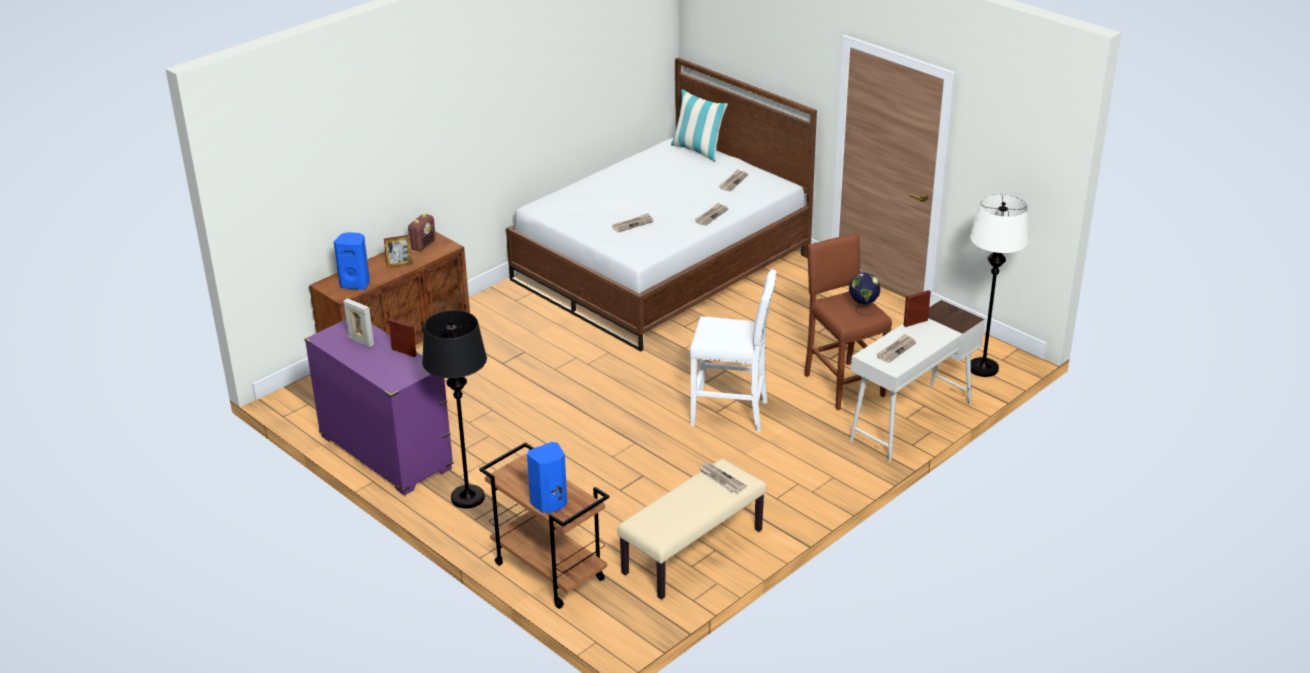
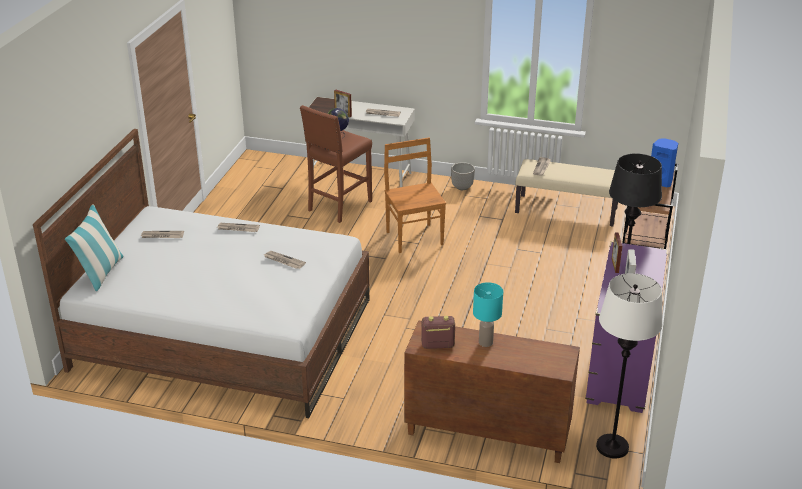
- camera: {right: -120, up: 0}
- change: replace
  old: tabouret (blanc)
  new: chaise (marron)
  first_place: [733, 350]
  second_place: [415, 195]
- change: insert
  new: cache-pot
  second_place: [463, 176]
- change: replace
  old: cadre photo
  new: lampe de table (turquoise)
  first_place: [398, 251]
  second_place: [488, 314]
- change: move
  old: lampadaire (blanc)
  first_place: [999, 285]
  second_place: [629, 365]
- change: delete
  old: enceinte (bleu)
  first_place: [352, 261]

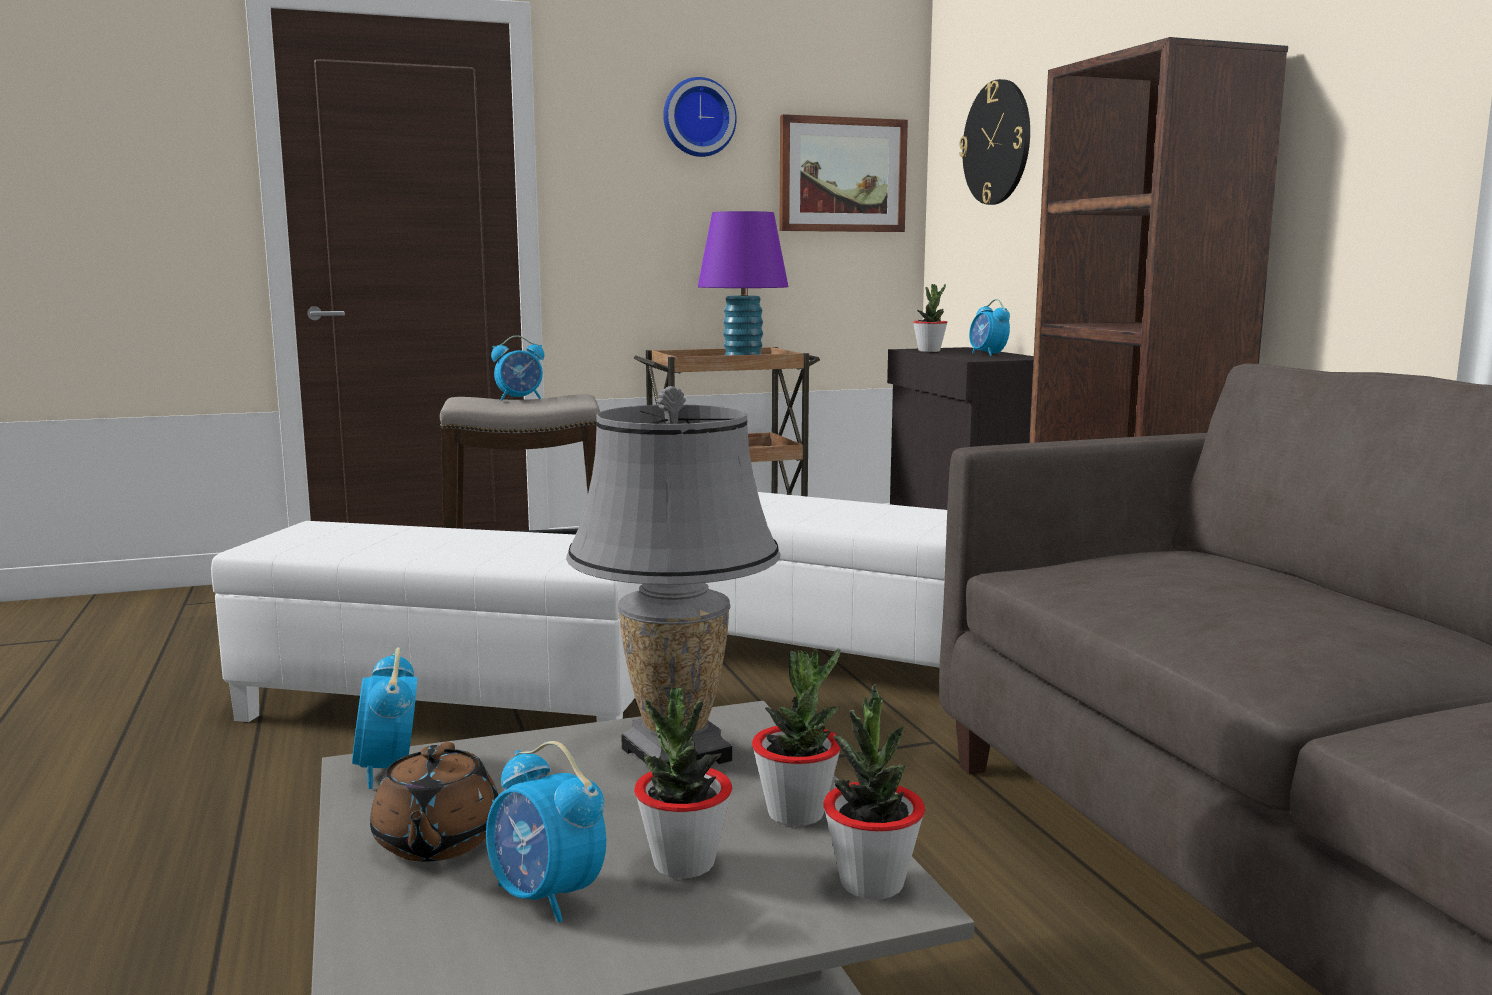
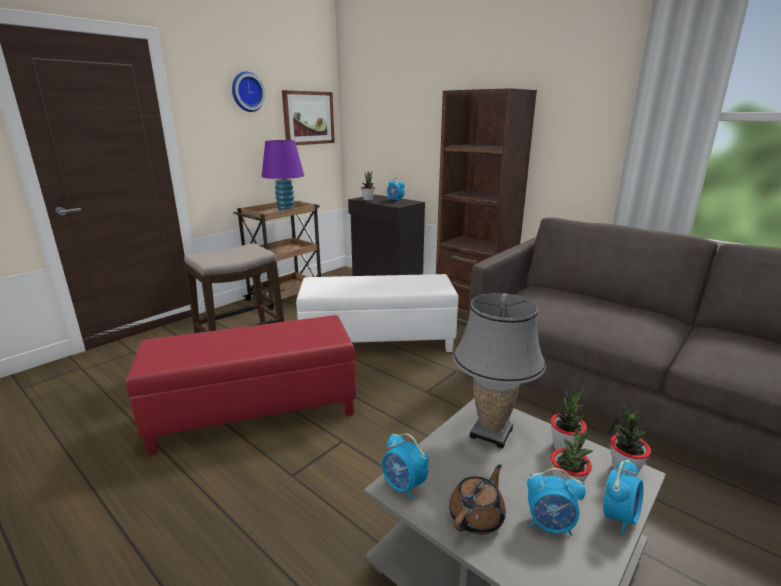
- camera: {right: -30, up: 10}
- change: recolor
  old: pouf (blanc)
  new: pouf (rouge)
  first_place: [426, 621]
  second_place: [241, 385]
- change: rotate
  old: théière (marron)
  first_place: [434, 802]
  second_place: [477, 499]
  degrees: -105
- change: move
  old: réveil
  first_place: [517, 368]
  second_place: [624, 497]
- change: delete
  old: horloge murale
  first_place: [994, 142]

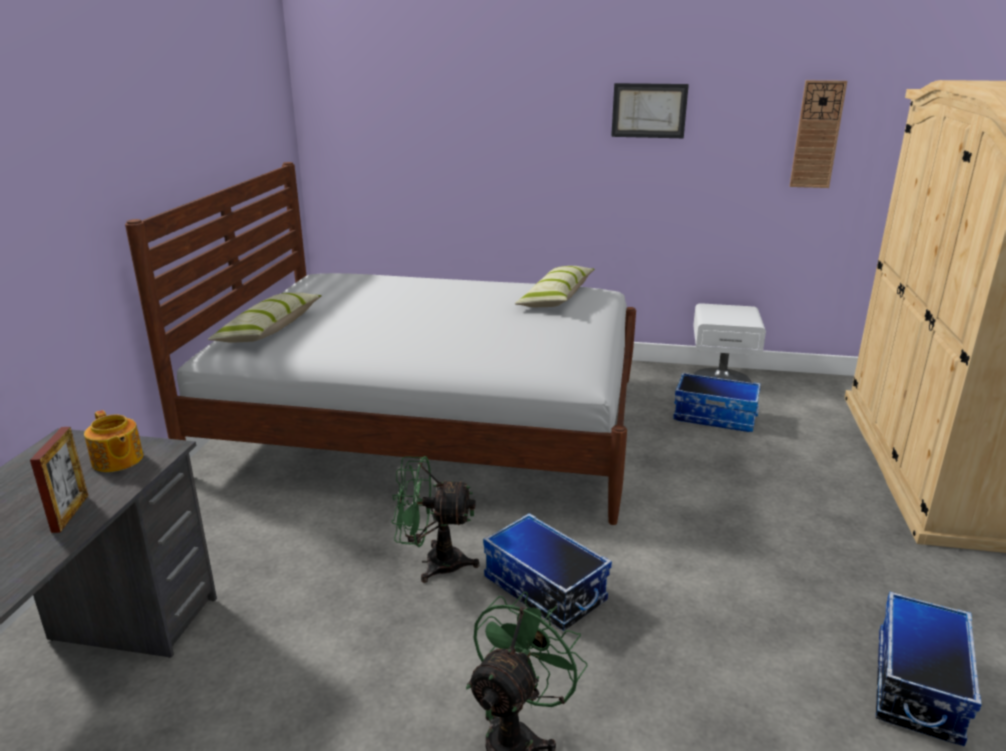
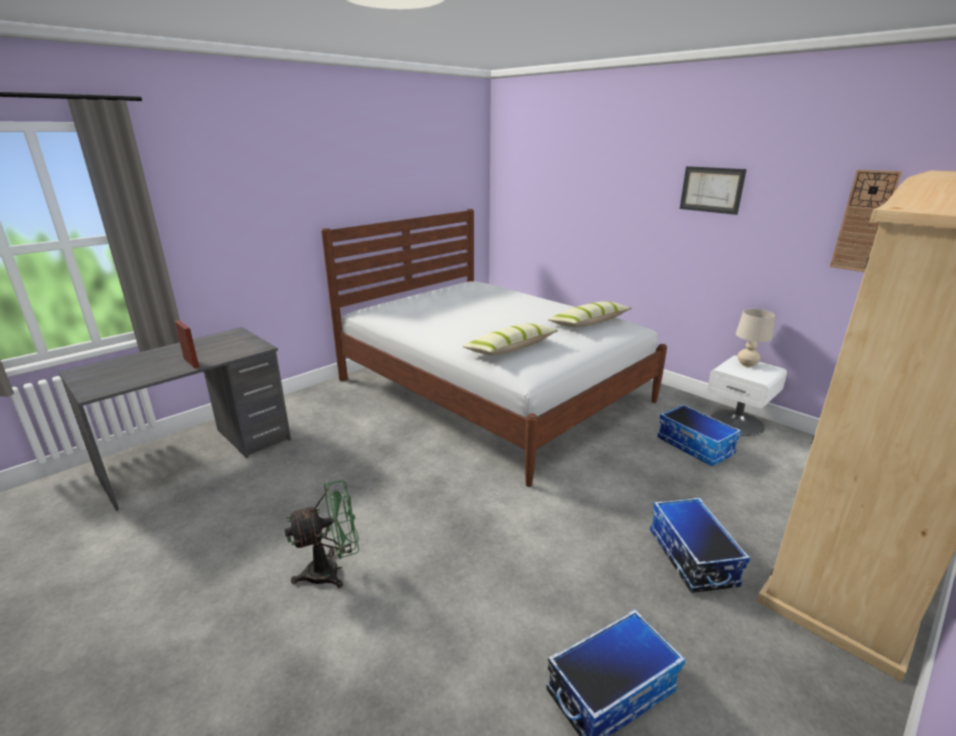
- camera: {right: 35, up: 0}
- change: rotate
  old: cadre photo
  first_place: [59, 480]
  second_place: [186, 344]
  degrees: -75
- change: move
  old: coussin
  first_place: [264, 318]
  second_place: [510, 339]
- change: move
  old: boîte de rangement
  first_place: [547, 572]
  second_place: [700, 545]
- change: insert
  new: lampe de table (beige)
  second_place: [755, 338]
- change: delete
  old: théière
  first_place: [113, 441]
- change: delete
  old: ventilateur (vert)
  first_place: [435, 519]

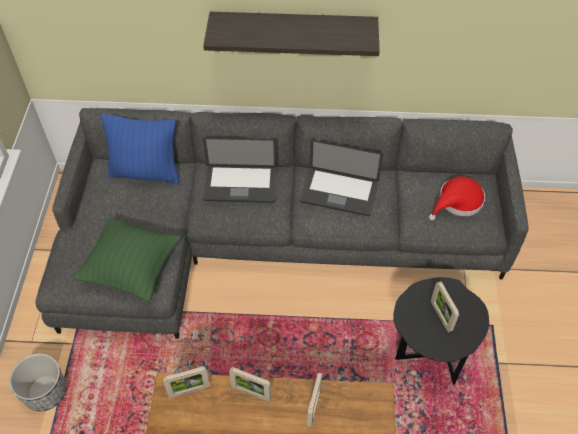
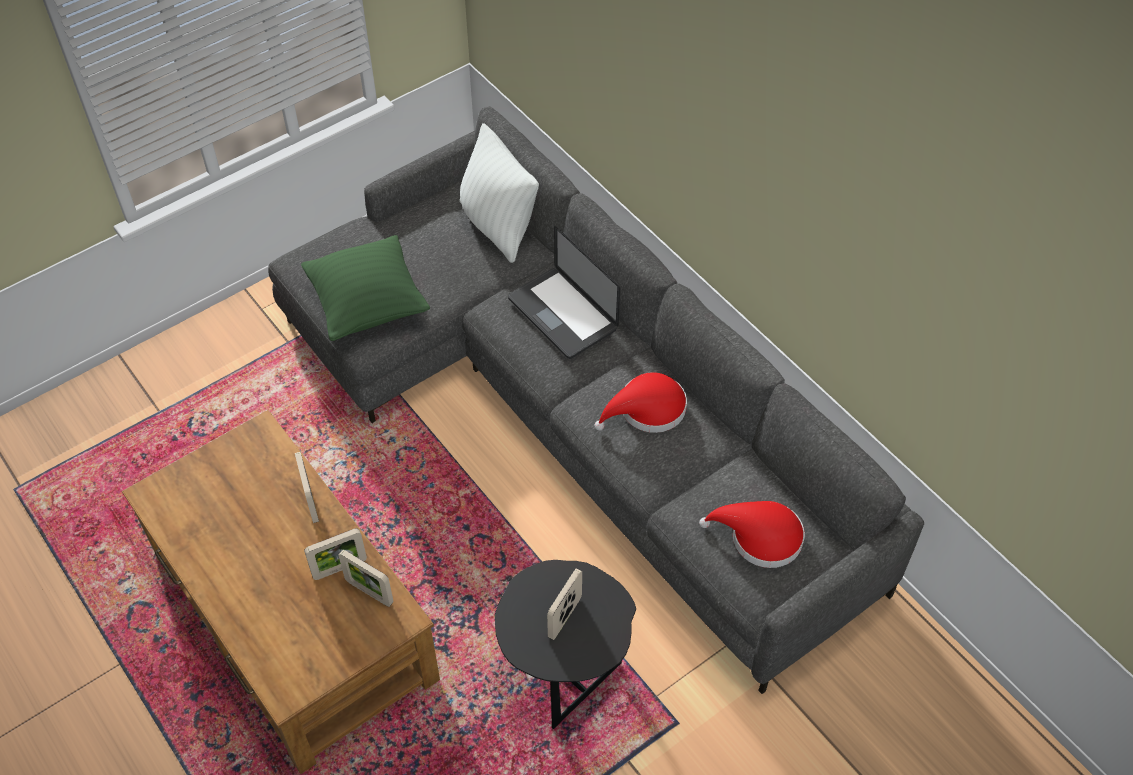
- camera: {right: 50, up: 0}
- change: move
  old: cadre photo
  first_place: [186, 382]
  second_place: [366, 578]
- change: recolor
  old: coussin (bleu)
  new: coussin (blanc)
  first_place: [140, 149]
  second_place: [499, 193]
- change: replace
  old: ordinateur portable
  new: chapeau (rouge)
  first_place: [341, 178]
  second_place: [640, 402]
- change: delete
  old: cache-pot
  first_place: [38, 382]
- change: delete
  old: étagère
  first_place: [291, 34]

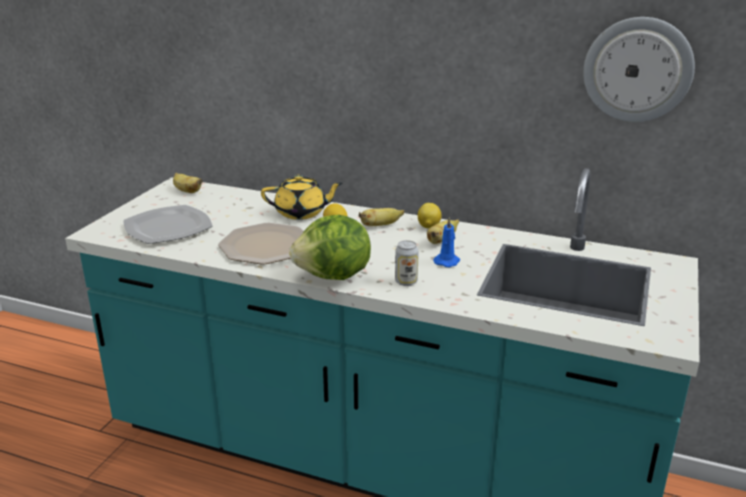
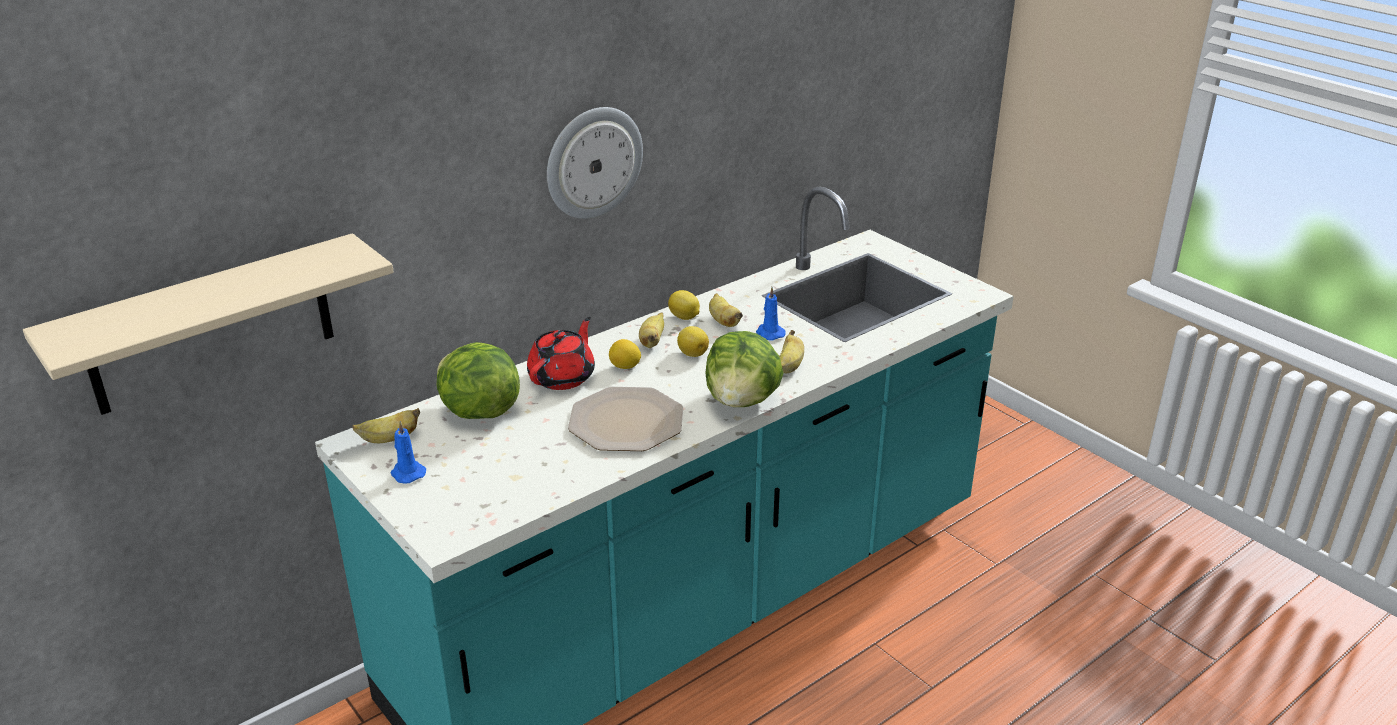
- camera: {right: -60, up: 5}
- change: insert
  new: étagère (beige)
  second_place: [208, 324]
- change: insert
  new: bougie (bleu)
  second_place: [408, 452]
- change: insert
  new: laitue
  second_place: [478, 380]
- change: recolor
  old: théière (jaune)
  new: théière (rouge)
  first_place: [302, 197]
  second_place: [561, 353]
- change: move
  old: horloge murale
  first_place: [639, 69]
  second_place: [595, 163]
- change: insert
  new: citron
  second_place: [693, 341]
- change: replace
  old: boîte métallique
  new: banane
  first_place: [407, 263]
  second_place: [791, 351]
- change: delete
  old: assiette
  first_place: [168, 224]

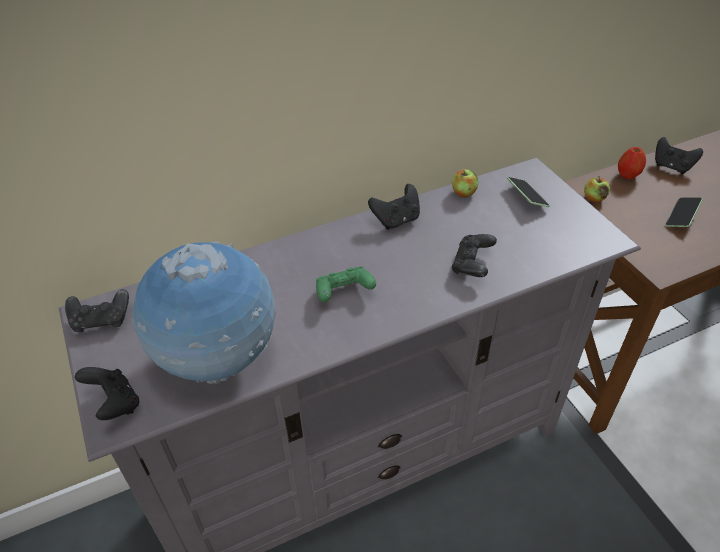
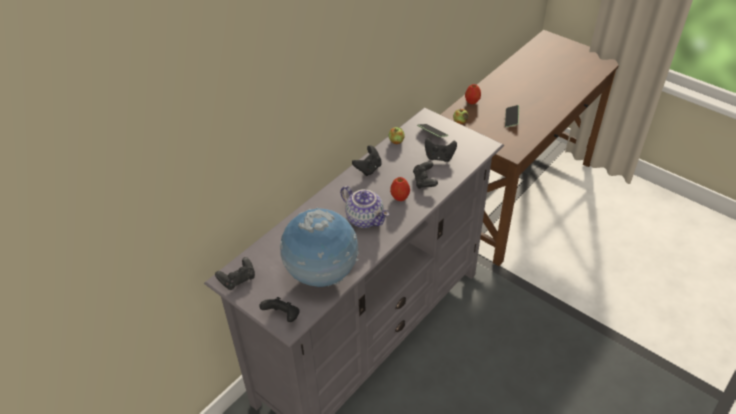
- camera: {right: -25, up: 0}
- change: replace
  old: manette (vert)
  new: théière
  first_place: [346, 284]
  second_place: [364, 207]
- change: insert
  new: pomme
  second_place: [400, 189]
- change: move
  old: manette (noir)
  first_place: [679, 155]
  second_place: [441, 150]

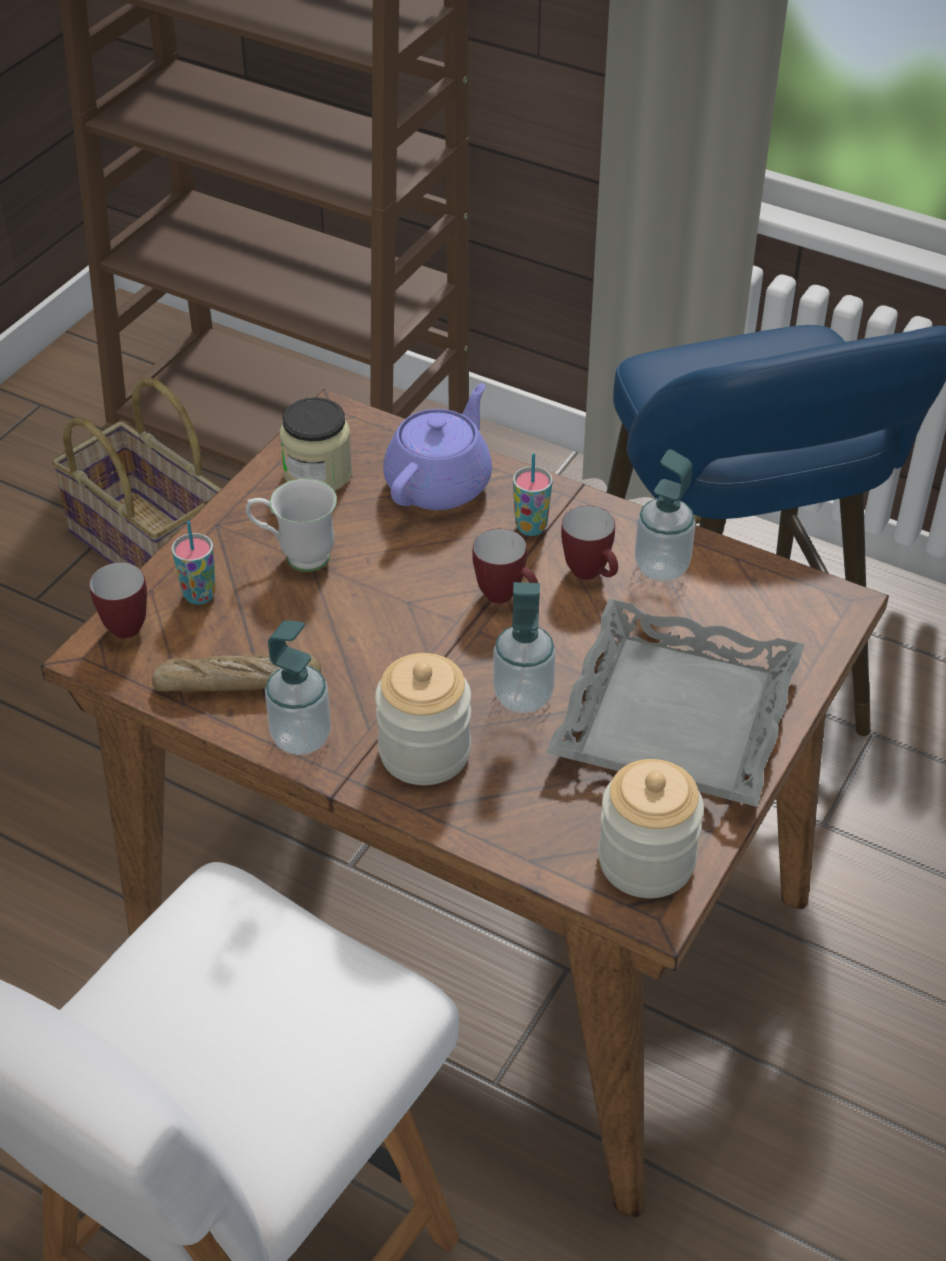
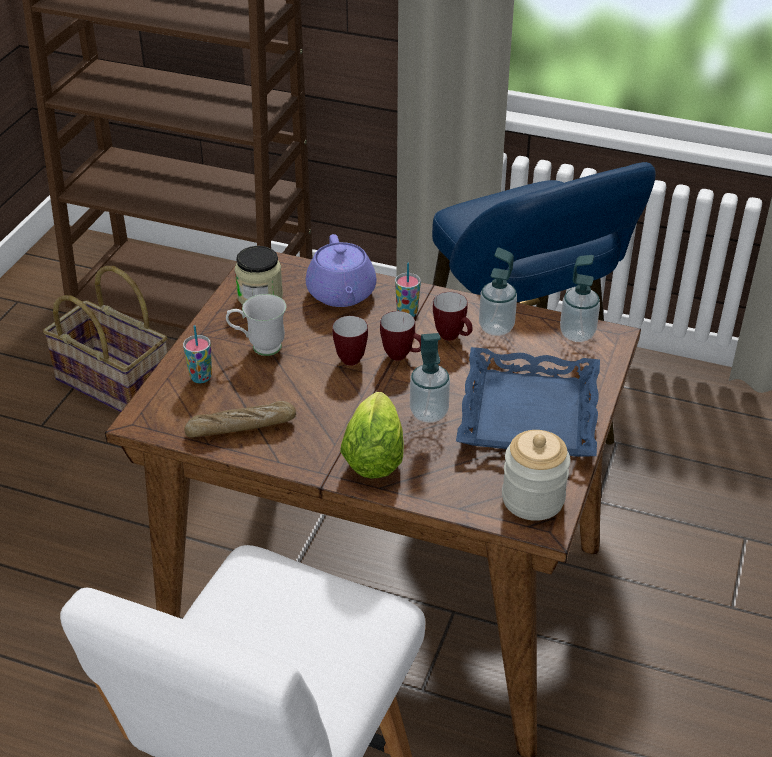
- camera: {right: -10, up: -5}
- change: rotate
  old: théière (violet)
  first_place: [437, 446]
  second_place: [341, 270]
  degrees: 150
- change: move
  old: mug
  first_place: [118, 600]
  second_place: [350, 341]
- change: replace
  old: bocal
  new: laitue
  first_place: [423, 719]
  second_place: [372, 435]
- change: recolor
  old: plateau (gris)
  new: plateau (bleu)
  first_place: [675, 702]
  second_place: [528, 402]
- change: move
  old: distributeur de savon
  first_place: [298, 687]
  second_place: [580, 298]

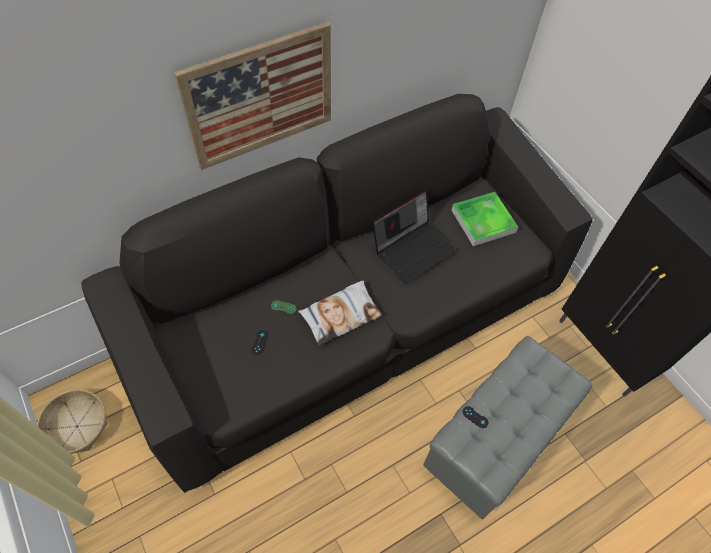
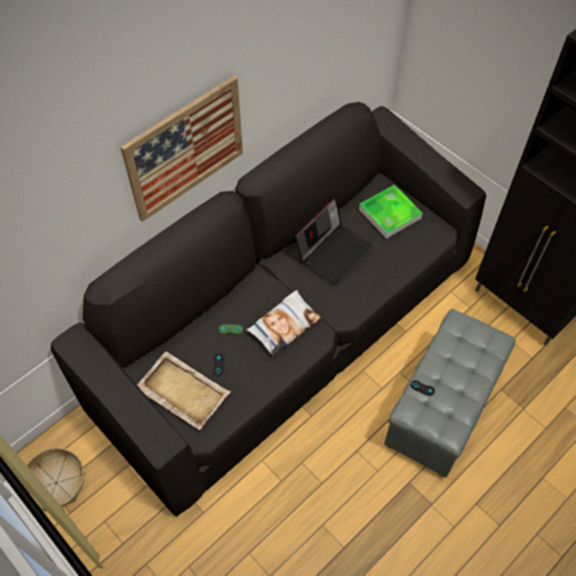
- camera: {right: -10, up: 0}
- change: insert
  new: plateau (beige)
  second_place: [183, 390]

